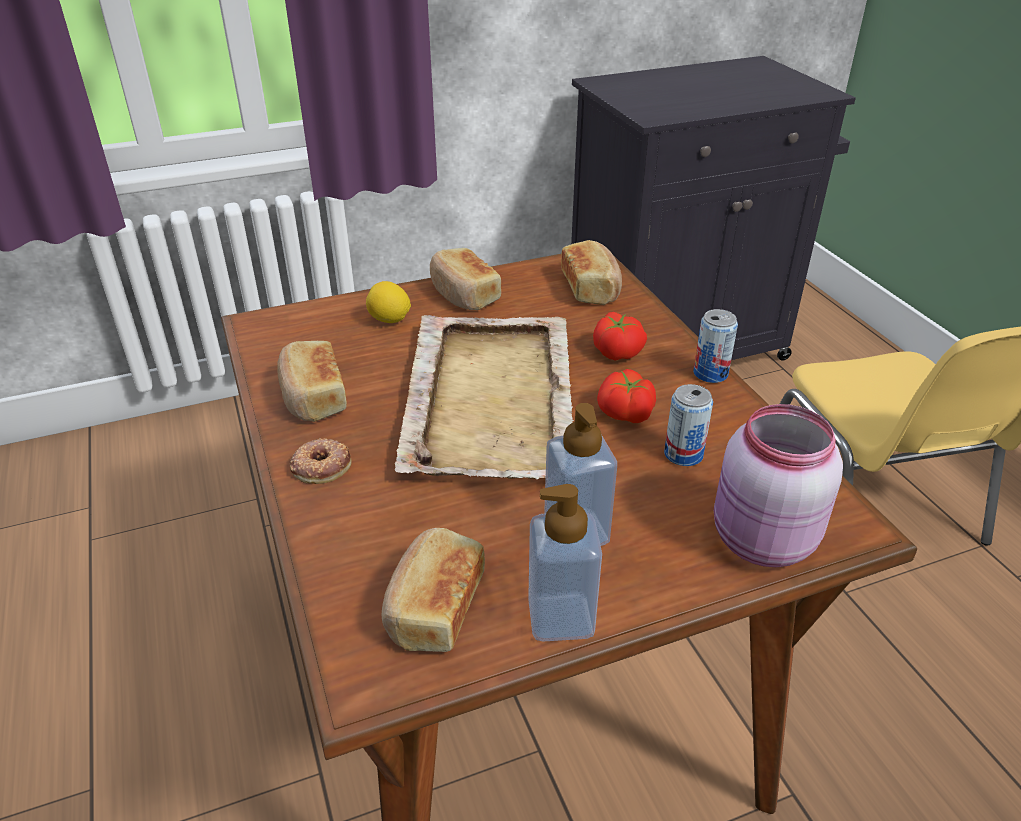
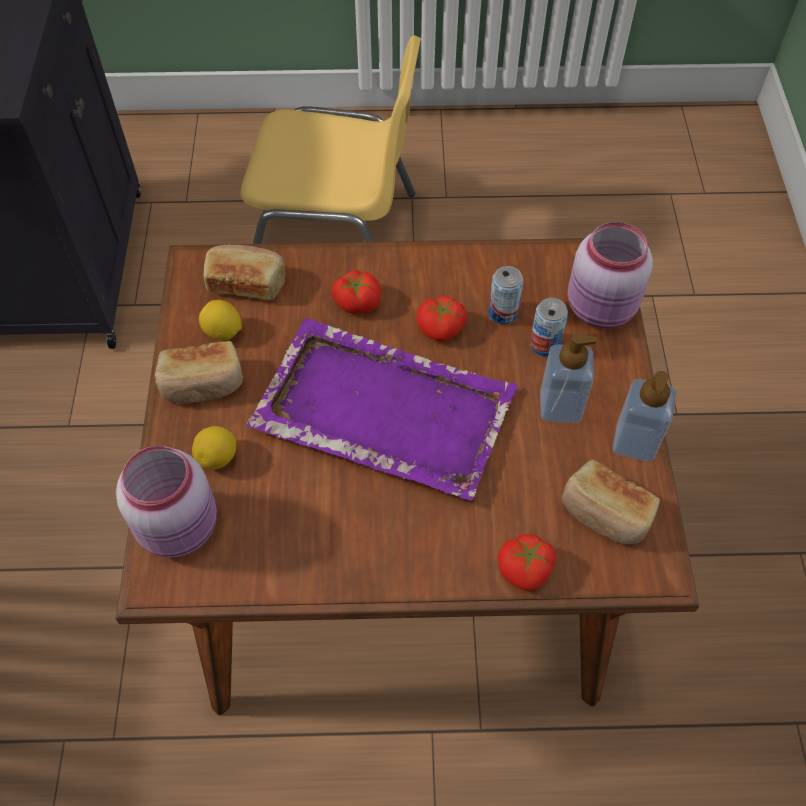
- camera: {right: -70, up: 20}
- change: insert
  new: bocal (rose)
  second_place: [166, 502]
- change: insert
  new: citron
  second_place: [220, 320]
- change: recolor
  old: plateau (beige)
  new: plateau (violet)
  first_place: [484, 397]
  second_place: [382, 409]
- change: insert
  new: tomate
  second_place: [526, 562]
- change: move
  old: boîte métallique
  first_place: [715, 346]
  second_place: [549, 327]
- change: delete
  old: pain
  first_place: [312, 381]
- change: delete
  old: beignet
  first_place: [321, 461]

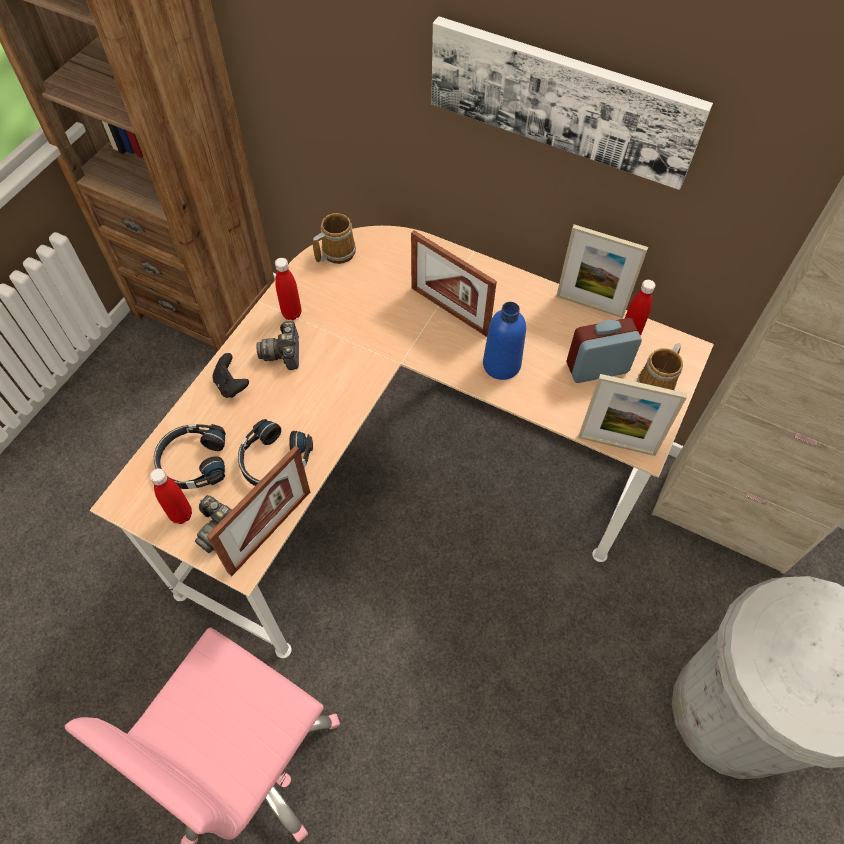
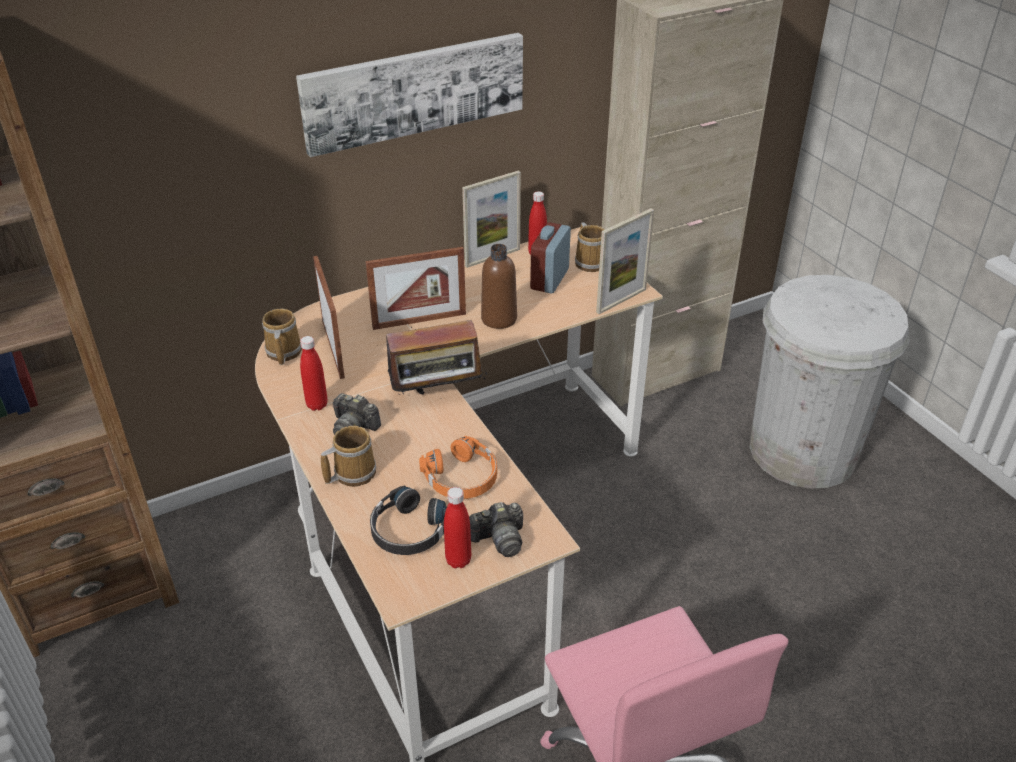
- camera: {right: -55, up: -20}
- change: move
  old: cadre photo
  first_place: [258, 511]
  second_place: [329, 317]
- change: replace
  old: manette (noir)
  new: mug
  first_place: [231, 375]
  second_place: [348, 456]
- change: insert
  new: radio
  second_place: [436, 355]
- change: recolor
  old: casque audio (noir)
  new: casque audio (orange)
  first_place: [275, 452]
  second_place: [458, 467]
- change: recolor
  old: bouteille (bleu)
  new: bouteille (marron)
  first_place: [504, 341]
  second_place: [499, 286]

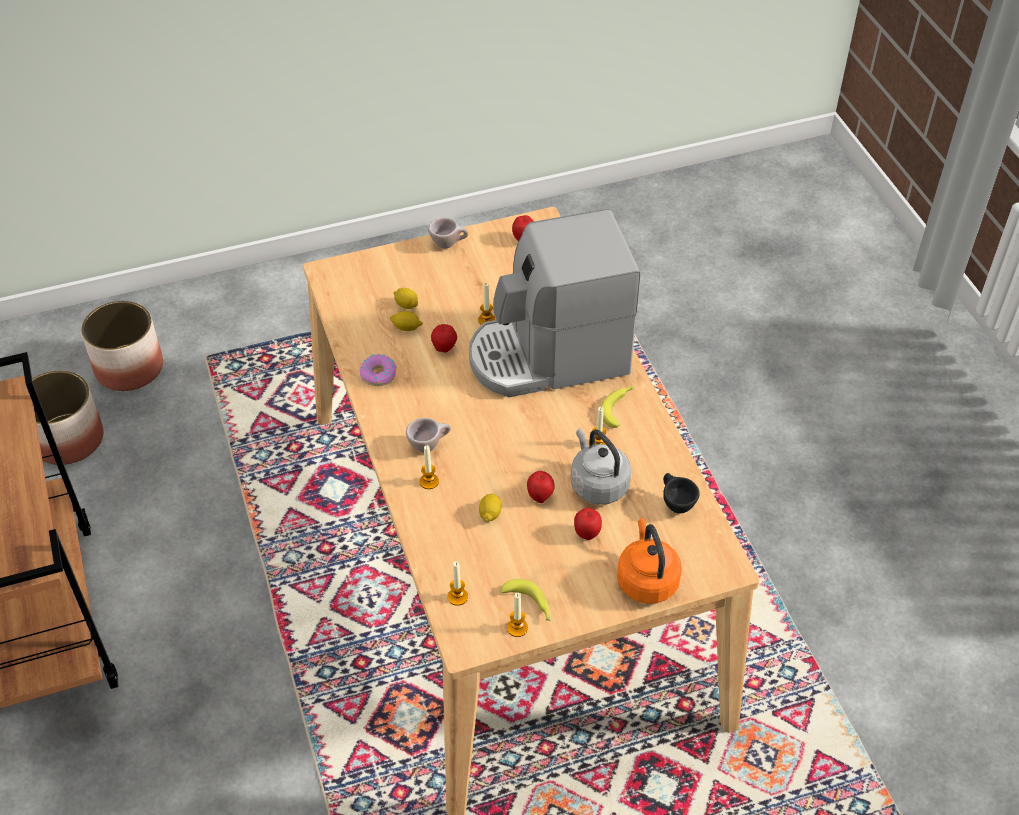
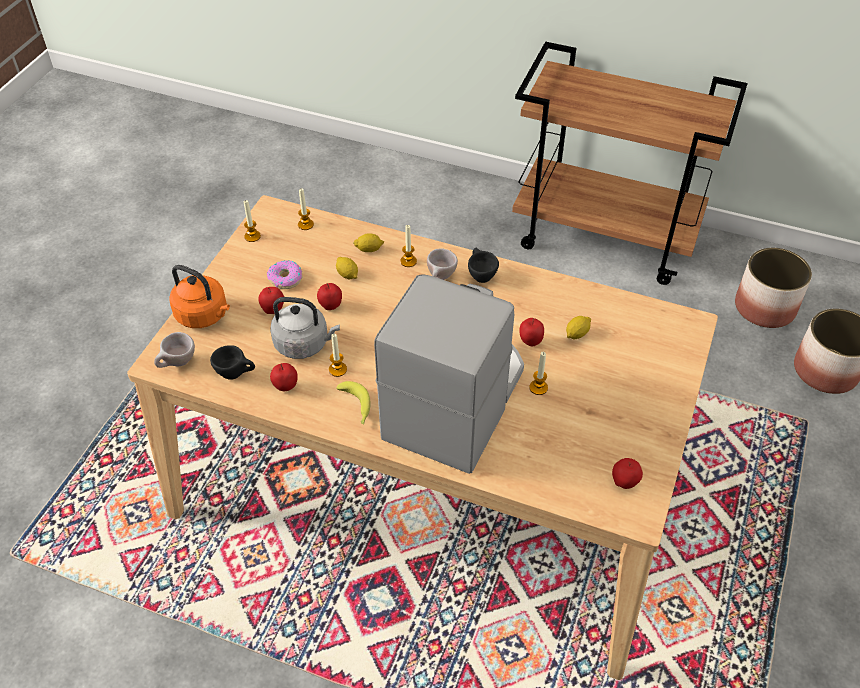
- camera: {right: 130, up: 0}
- change: move
  old: tasse (beige)
  first_place: [448, 233]
  second_place: [174, 350]
- change: move
  old: beignet
  first_place: [377, 370]
  second_place: [285, 274]
- change: insert
  new: pomme
  second_place: [284, 377]
- change: move
  old: citron
  first_place: [406, 298]
  second_place: [368, 242]
- change: insert
  new: tasse (noir)
  second_place: [483, 265]
- change: delete
  old: banane
  first_place: [526, 600]

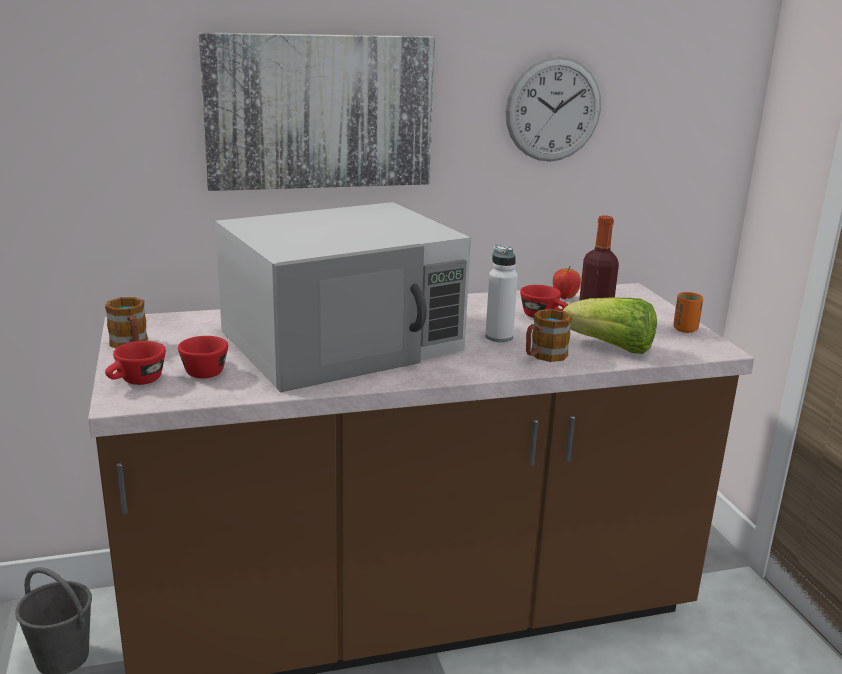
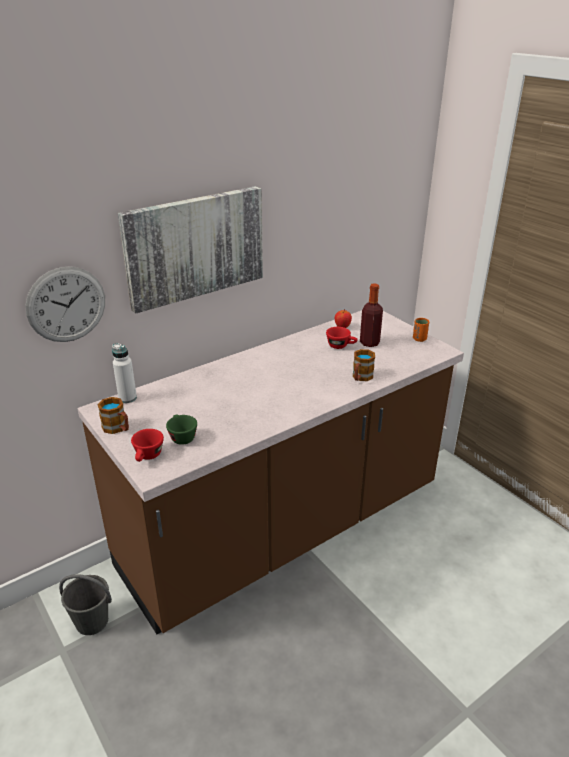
- camera: {right: -20, up: 10}
- change: move
  old: horloge murale
  first_place: [553, 109]
  second_place: [65, 304]
- change: move
  old: bouteille (blanc)
  first_place: [501, 293]
  second_place: [124, 373]
- change: recolor
  old: tasse (rouge)
  new: tasse (vert)
  first_place: [203, 357]
  second_place: [181, 430]
- change: delete
  old: micro-ondes (blanc)
  first_place: [343, 297]
- change: delete
  old: laitue
  first_place: [610, 325]

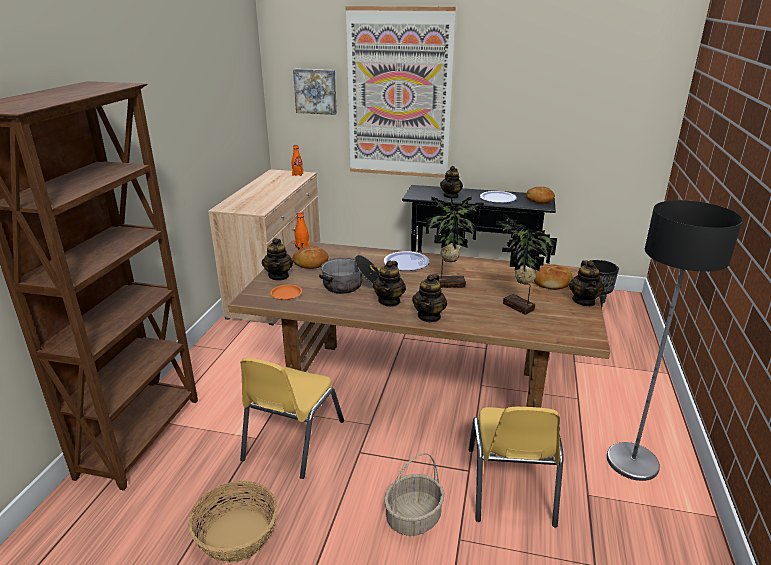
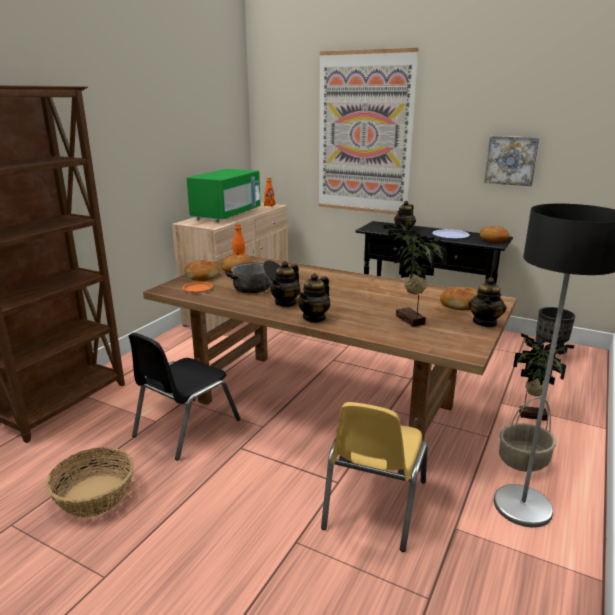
- camera: {right: 15, up: -5}
- change: recolor
  old: chaise (jaune)
  new: chaise (noir)
  first_place: [292, 418]
  second_place: [185, 397]
- change: replace
  old: théière
  new: pain
  first_place: [277, 259]
  second_place: [201, 270]
- change: insert
  new: micro-ondes (vert)
  second_place: [223, 195]
- change: move
  old: tableau
  first_place: [315, 92]
  second_place: [512, 161]
- change: move
  old: panier
  first_place: [414, 494]
  second_place: [527, 434]
- change: move
  old: plante en pot
  first_place: [455, 241]
  second_place: [543, 377]
- change: delete
  old: assiette
  first_place: [406, 261]

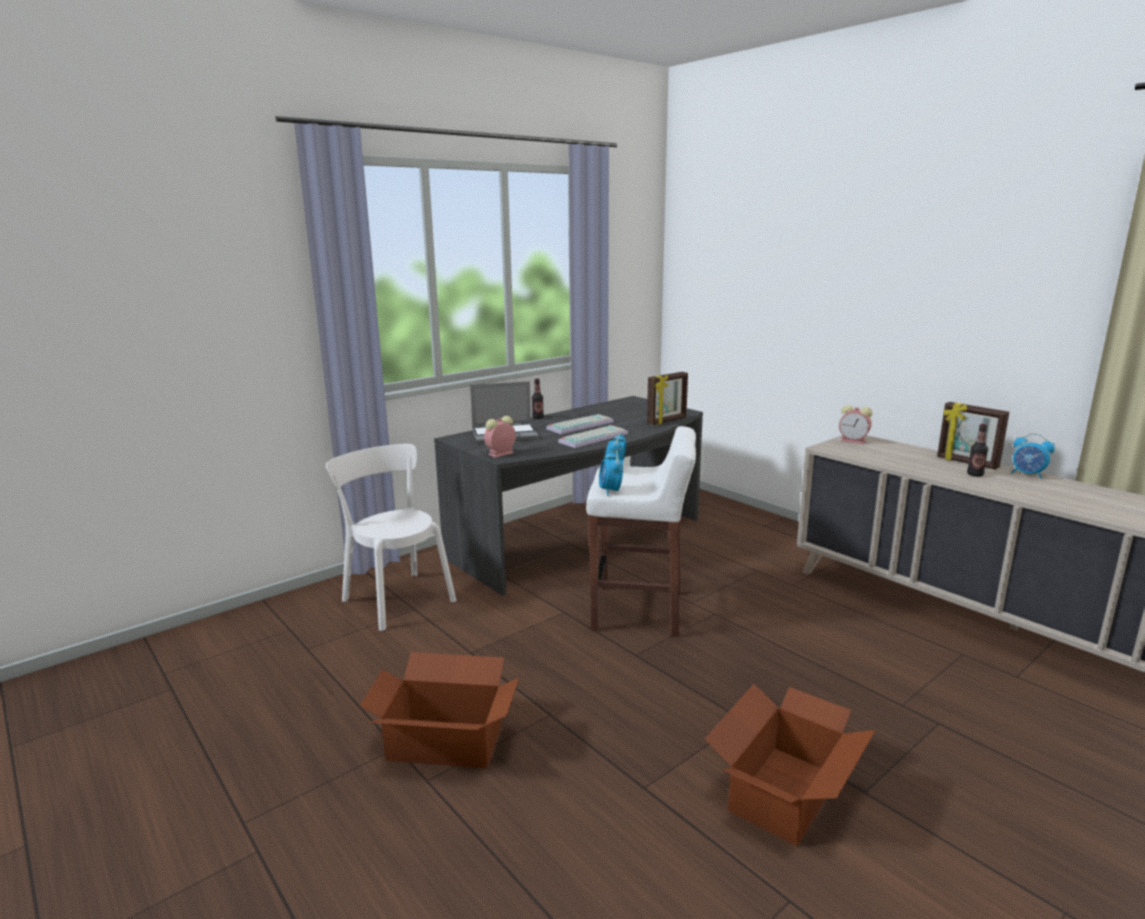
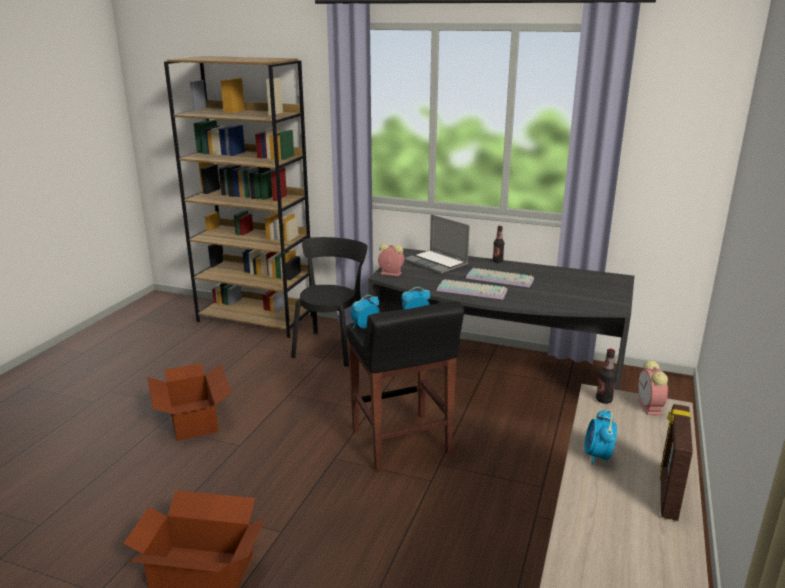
- camera: {right: 60, up: 5}
- change: insert
  new: bibliothèque (marron)
  second_place: [238, 197]
- change: recolor
  old: chaise (blanc)
  new: chaise (noir)
  first_place: [391, 537]
  second_place: [329, 302]
- change: recolor
  old: tabouret (blanc)
  new: tabouret (noir)
  first_place: [641, 531]
  second_place: [405, 386]
- change: move
  old: réveil
  first_place: [1033, 456]
  second_place: [600, 437]
- change: move
  old: bouteille
  first_place: [977, 450]
  second_place: [606, 376]
- change: delete
  old: cadre photo
  first_place: [667, 398]

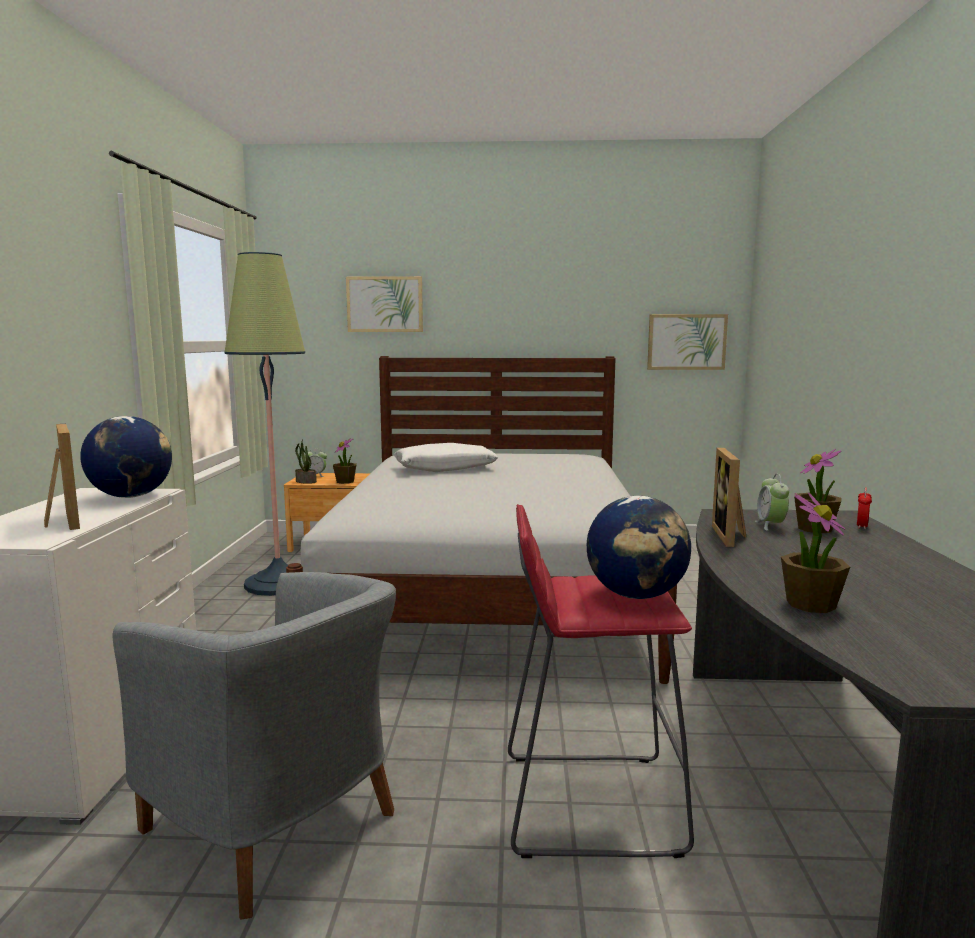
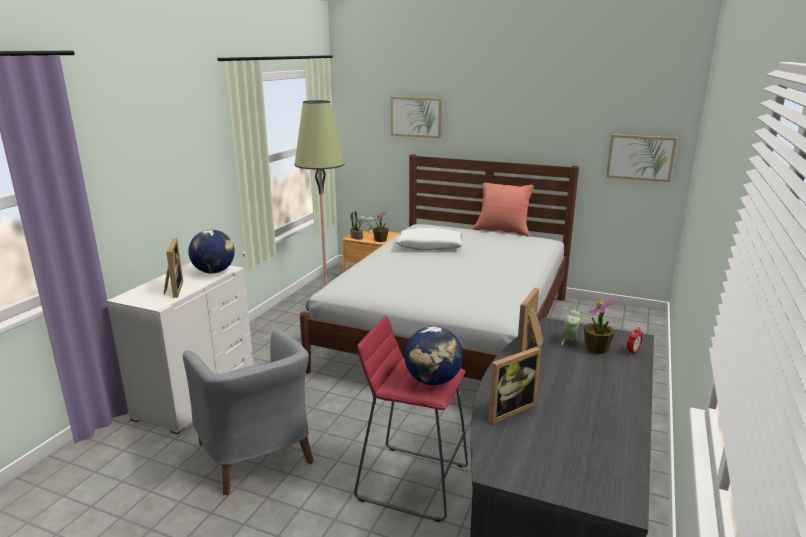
- camera: {right: 20, up: 10}
- change: insert
  new: coussin (rouge)
  second_place: [503, 209]
- change: replace
  old: plante en pot
  new: cadre photo
  first_place: [815, 552]
  second_place: [515, 385]

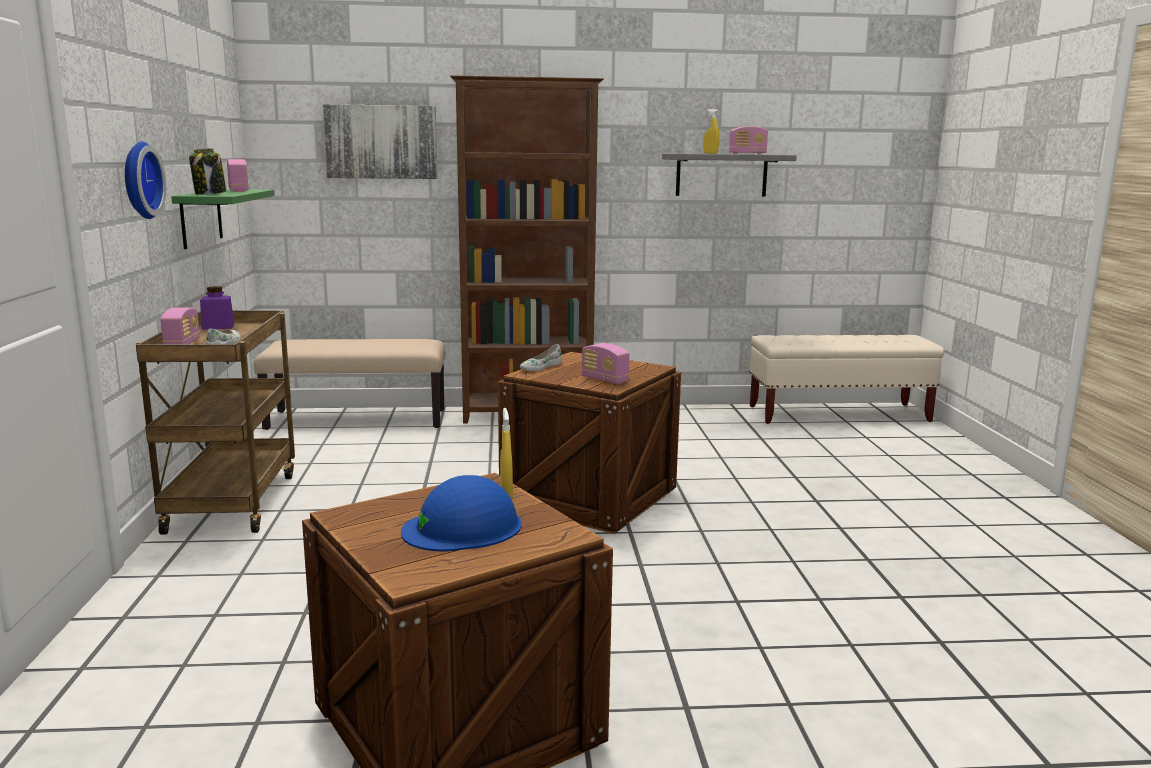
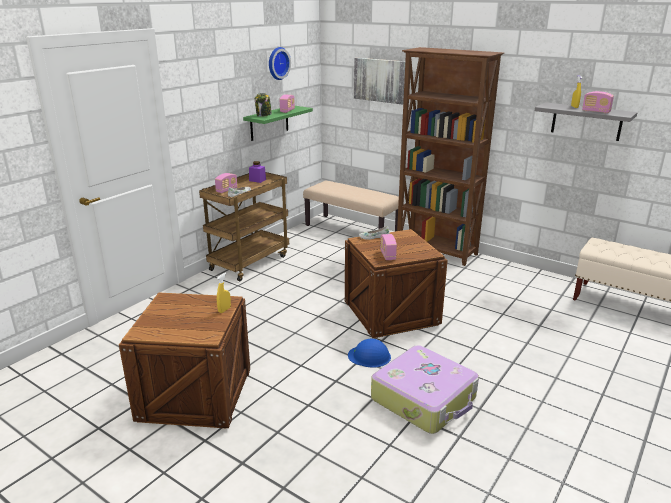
- camera: {right: 40, up: 10}
- change: move
  old: horloge murale
  first_place: [145, 180]
  second_place: [280, 63]
- change: move
  old: casque de chantier (bleu)
  first_place: [461, 513]
  second_place: [369, 353]
- change: insert
  new: valise
  second_place: [425, 389]

